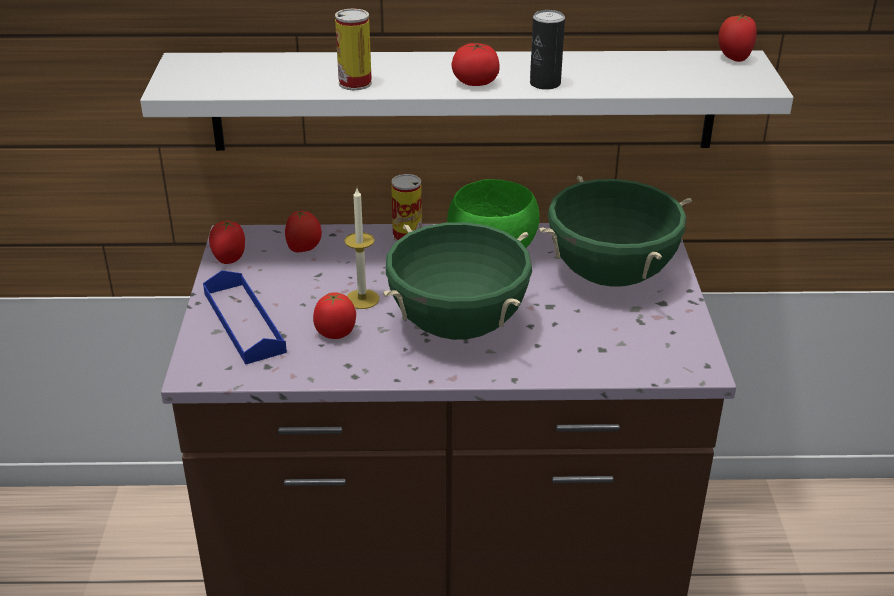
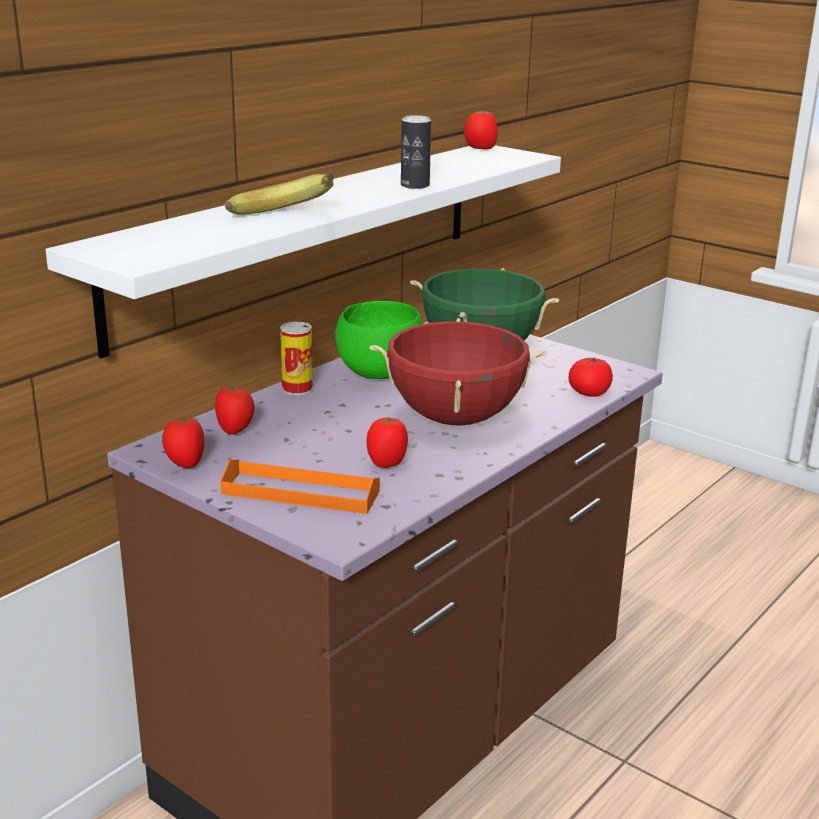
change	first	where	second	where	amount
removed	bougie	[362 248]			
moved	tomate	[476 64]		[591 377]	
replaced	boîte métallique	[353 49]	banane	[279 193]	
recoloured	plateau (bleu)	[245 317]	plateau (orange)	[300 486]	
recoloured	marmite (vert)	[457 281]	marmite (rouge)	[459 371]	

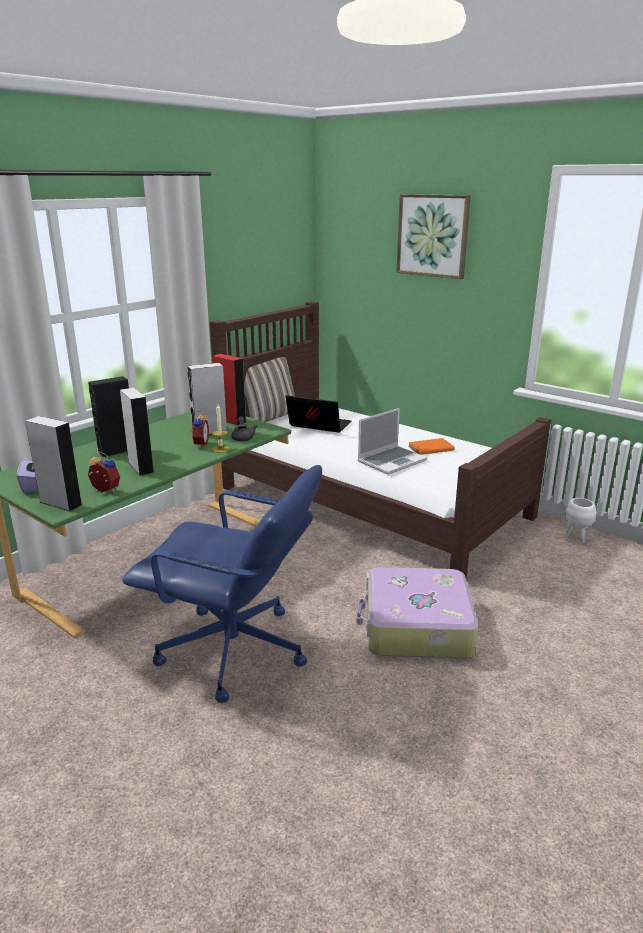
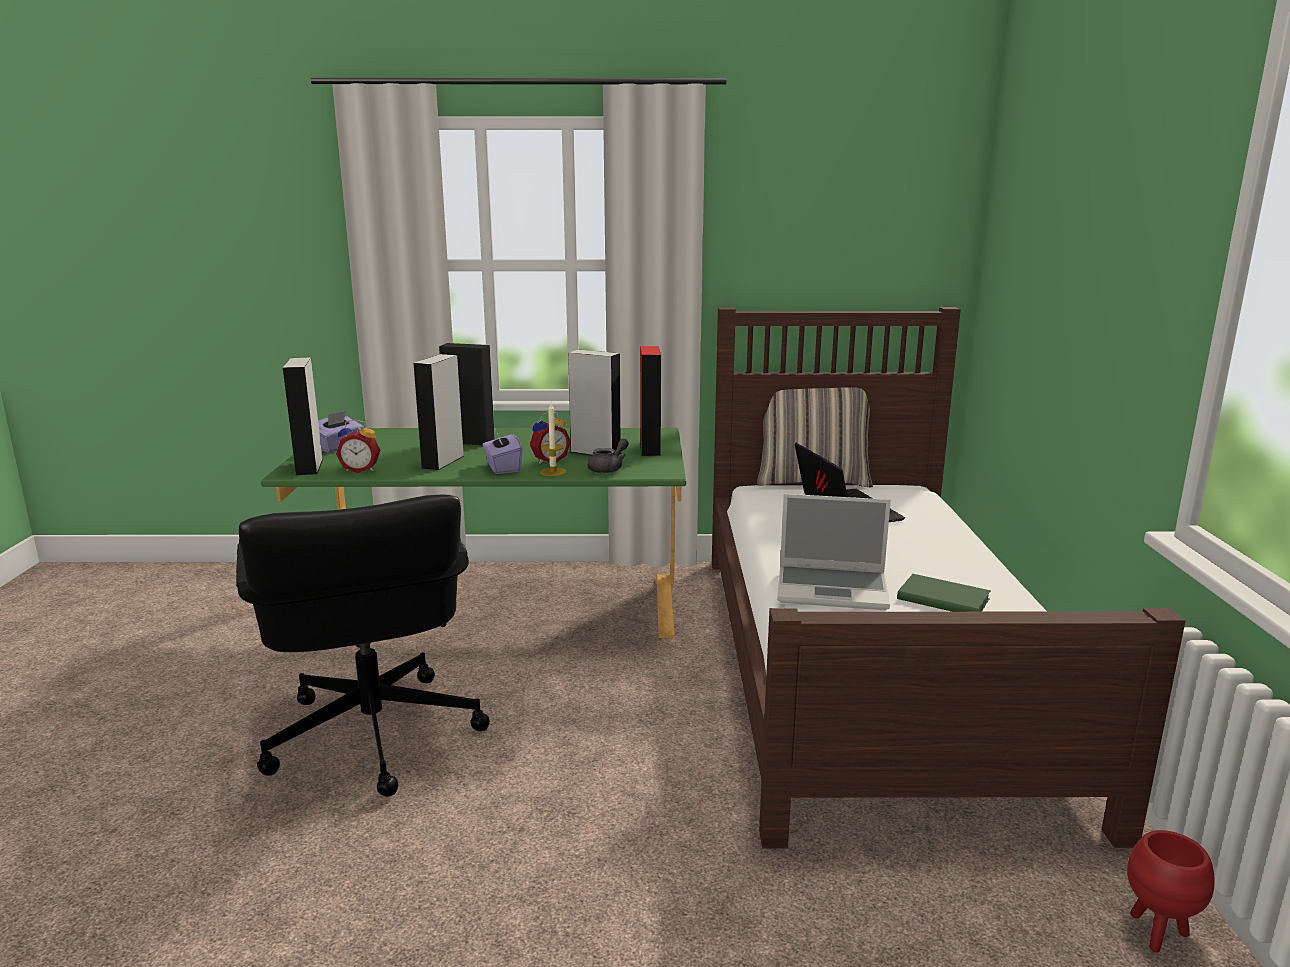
change	first	where	second	where	amount
removed	valise	[417 612]			
removed	tableau	[433 236]			
added			boîte à mouchoirs (violet)	[502 451]	
recoloured	chaise de bureau (bleu)	[222 584]	chaise de bureau (noir)	[363 646]	
recoloured	livre (orange)	[431 446]	livre (vert)	[944 593]	
recoloured	cache-pot (blanc)	[580 520]	cache-pot (rouge)	[1171 891]	
turned	réveil	[104 472]		[358 446]	105 degrees clockwise

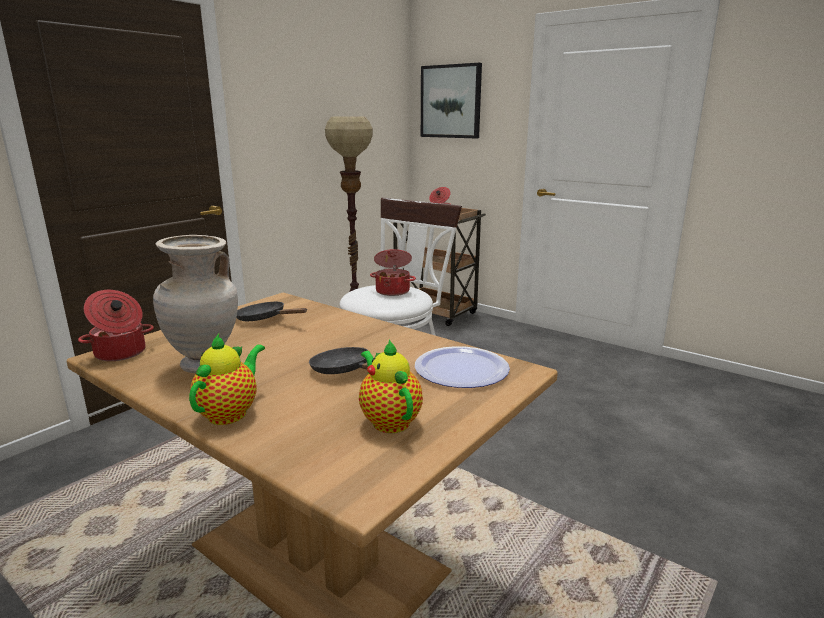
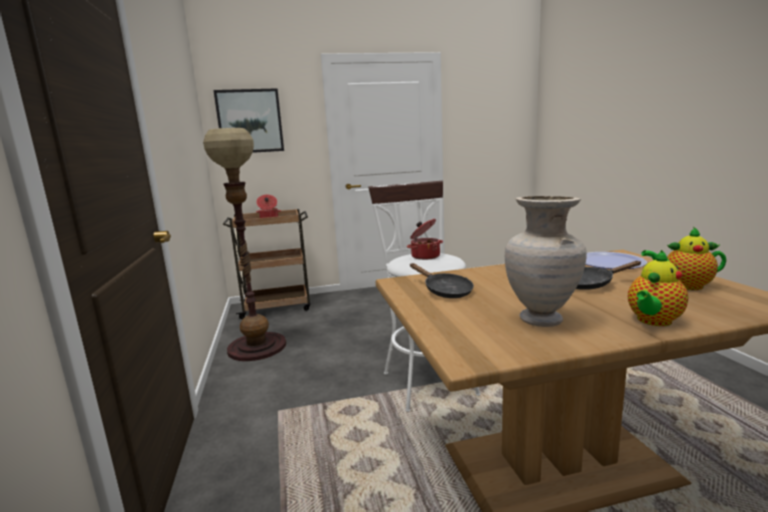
change	first	where	second	where	amount
removed	marmite	[116 325]			
turned	théière	[227 379]		[658 288]	105 degrees counterclockwise
turned	poêle (noir)	[271 311]		[442 280]	105 degrees counterclockwise

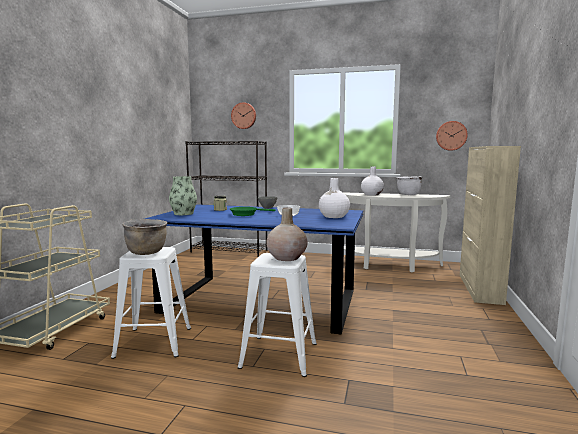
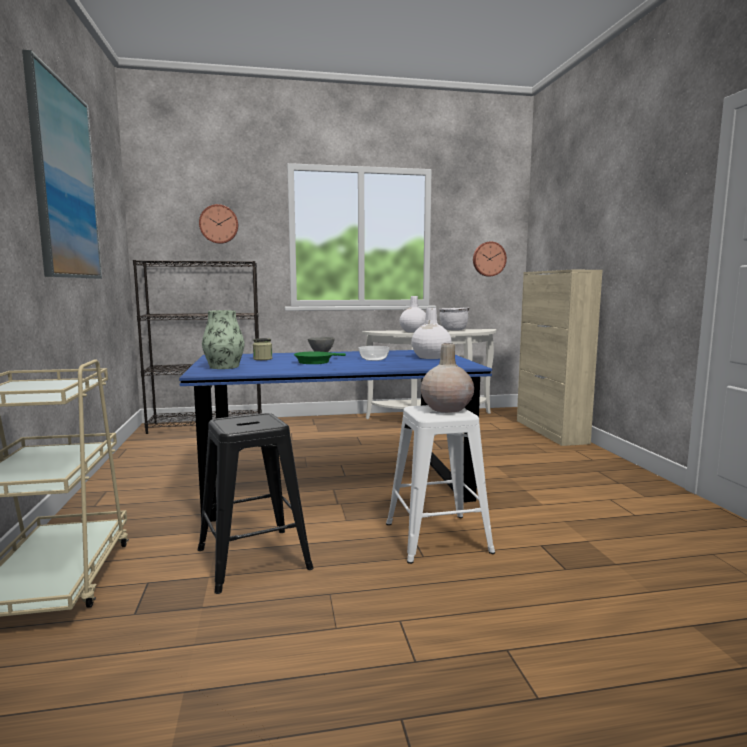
change	first	where	second	where	amount
removed	marmite (marron)	[144 237]			
added			tableau	[62 164]	
recoloured	tabouret (blanc)	[151 303]	tabouret (noir)	[256 503]	

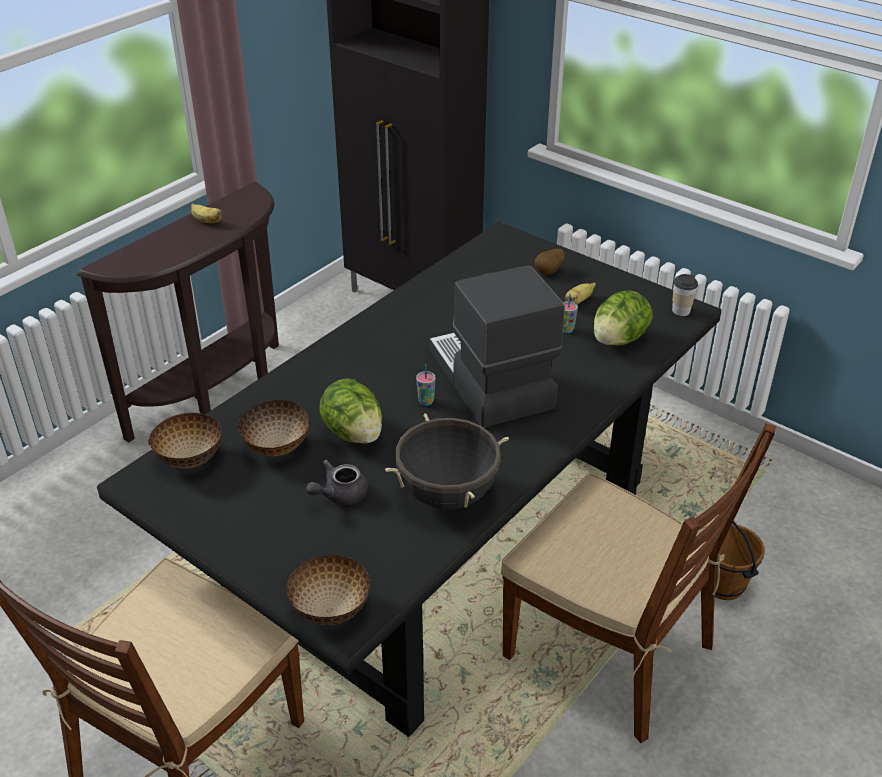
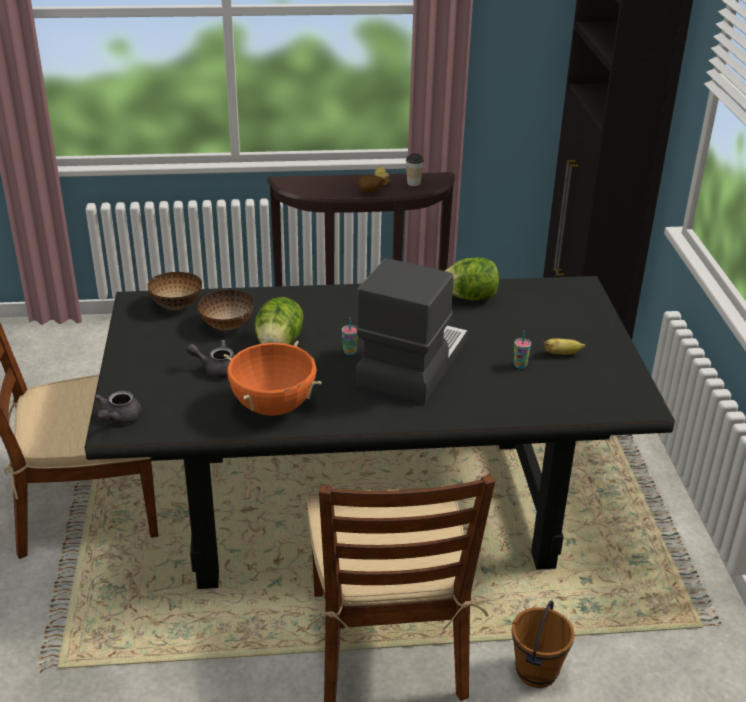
change	first	where	second	where	amount
moved	pomme de terre	[549 262]		[370 184]	
moved	laitue	[623 318]		[472 279]	
moved	tasse	[685 295]		[415 170]	
replaced	bol	[328 590]	théière (gris)	[118 407]	
recoloured	marmite (noir)	[447 461]	marmite (orange)	[273 378]	

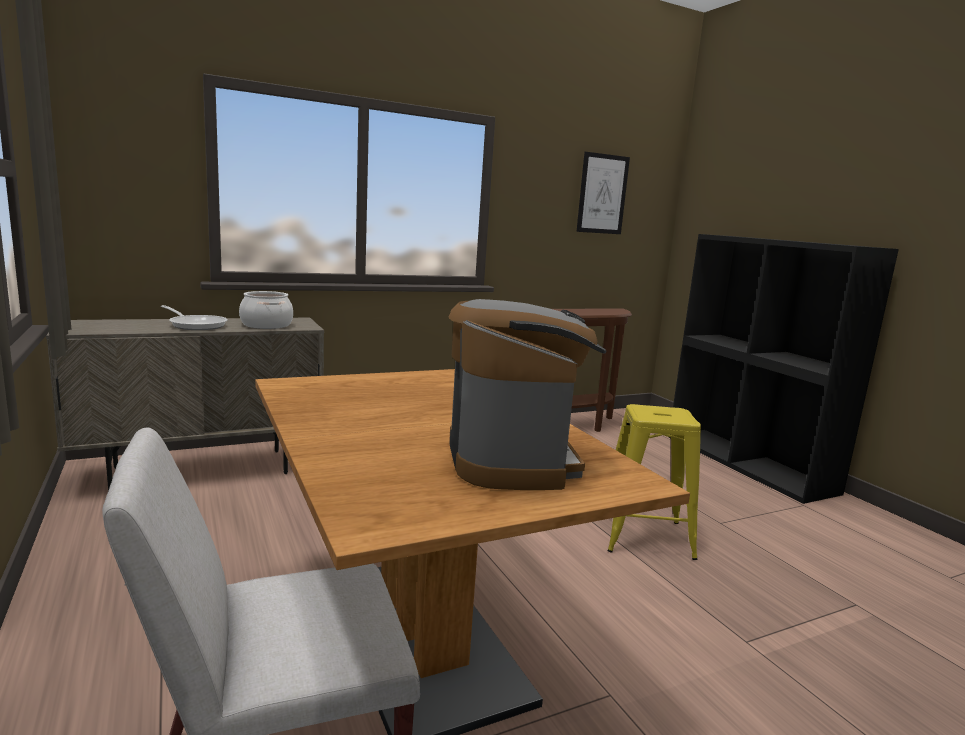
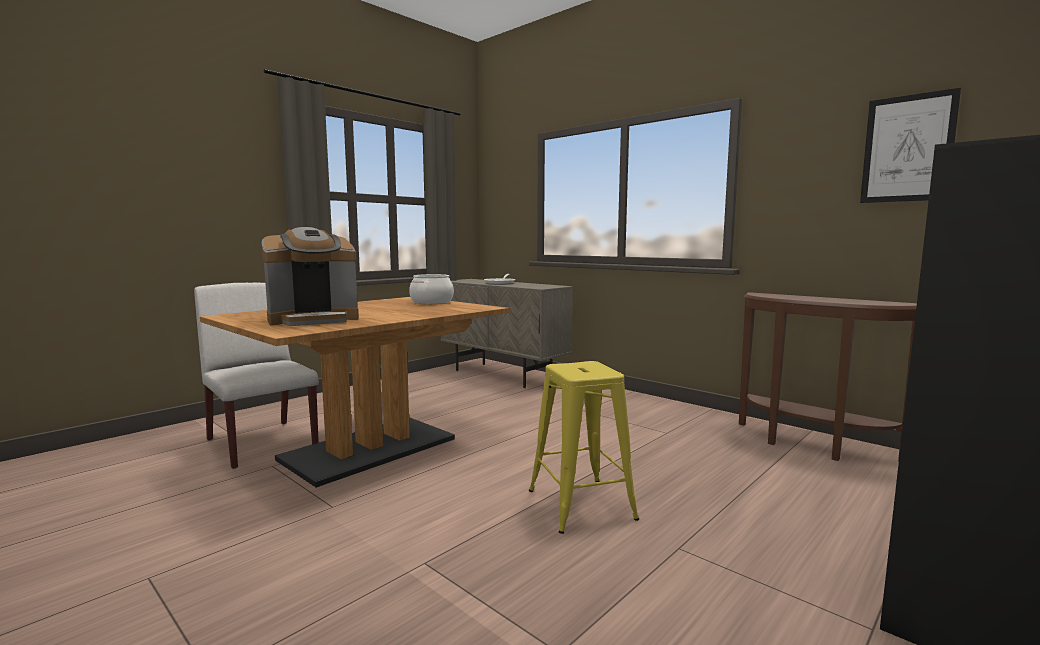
change	first	where	second	where	amount
moved	marmite	[266 310]		[431 289]	

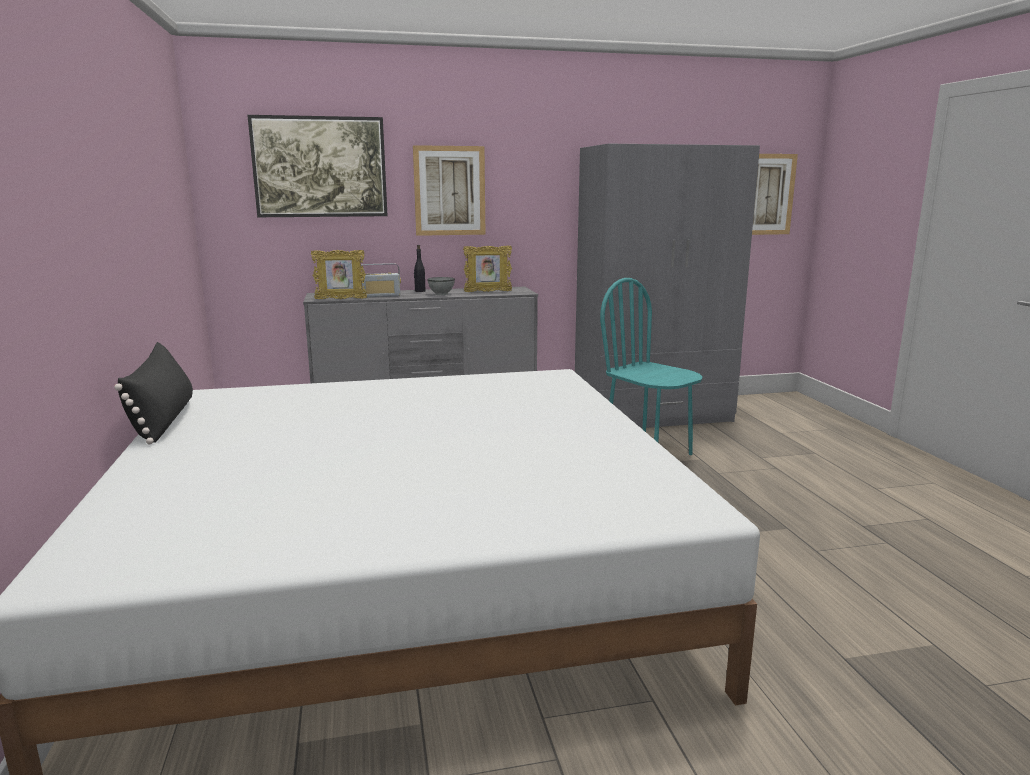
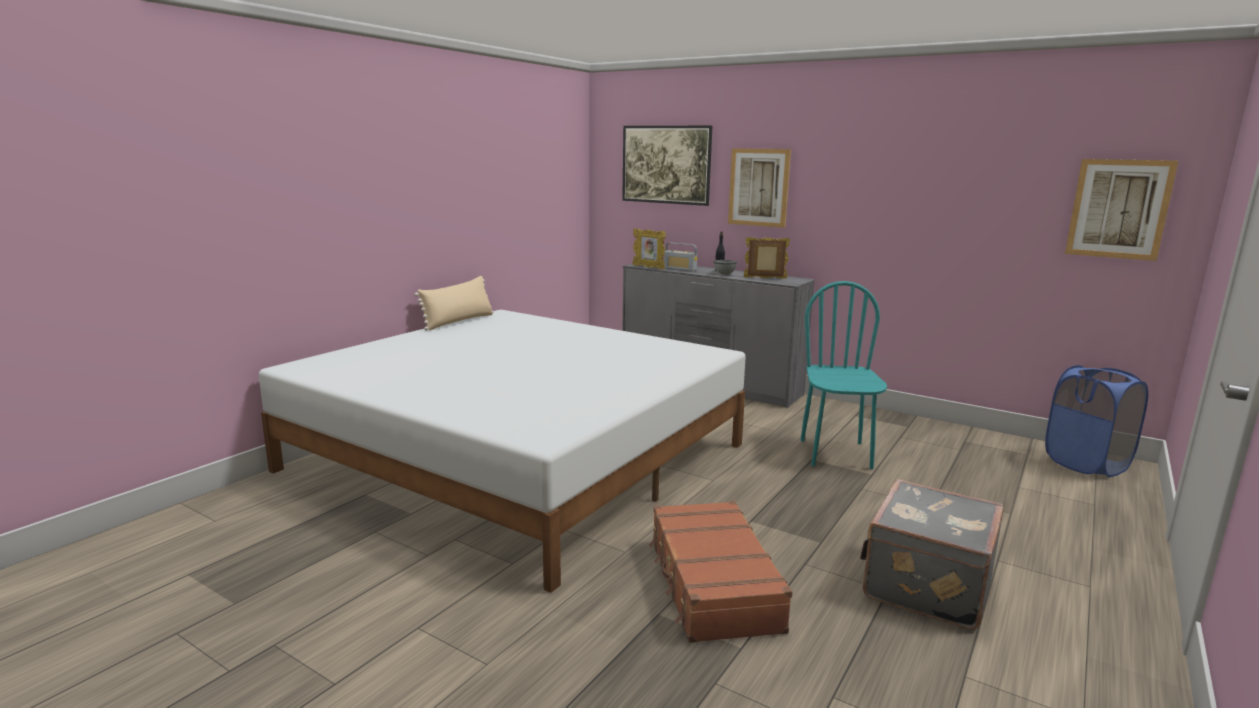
change	first	where	second	where	amount
removed	armoire (gris)	[667 286]			
added			valise (marron)	[721 572]	
added			valise (gris)	[932 554]	
added			panier à linge (bleu)	[1096 421]	
recoloured	coussin (noir)	[153 393]	coussin (beige)	[454 303]	
turned	cadre photo	[487 268]		[767 257]	150 degrees clockwise

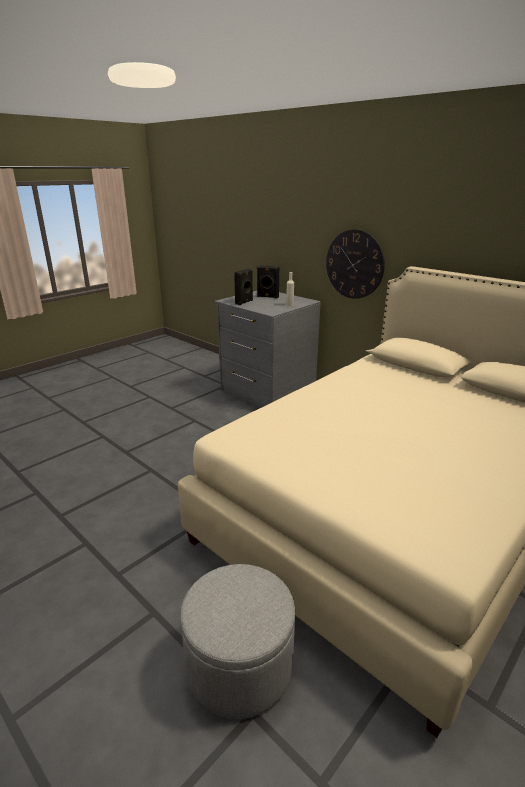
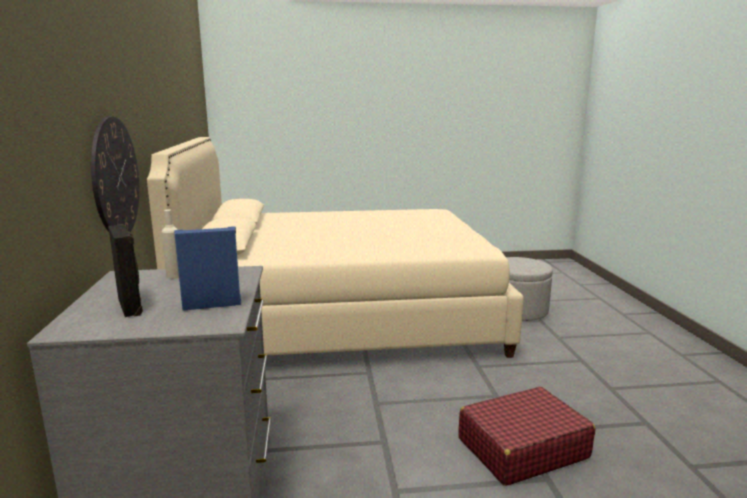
change	first	where	second	where	amount
added			valise (rouge)	[526 436]	
recoloured	enceinte (noir)	[243 287]	enceinte (bleu)	[207 268]	

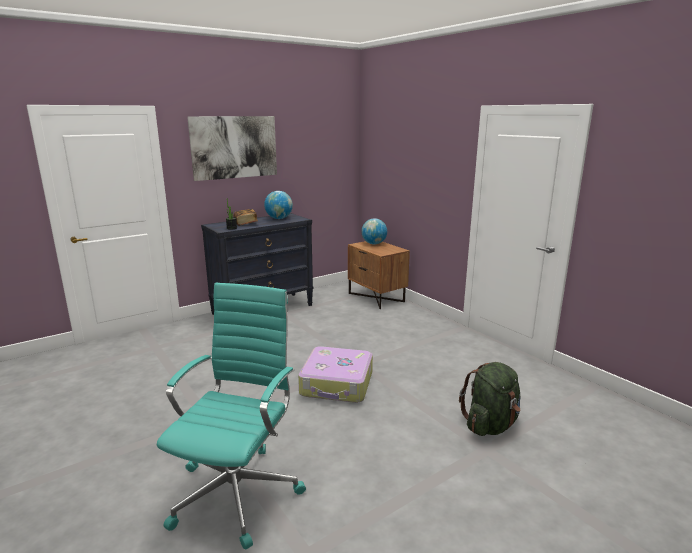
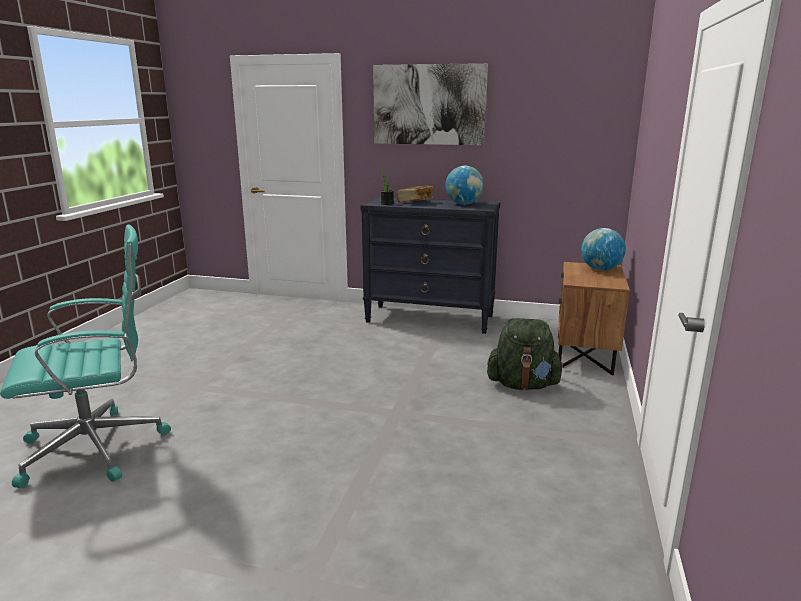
change	first	where	second	where	amount
removed	valise	[335 374]			
moved	sac à dos (vert)	[490 399]		[525 354]	

